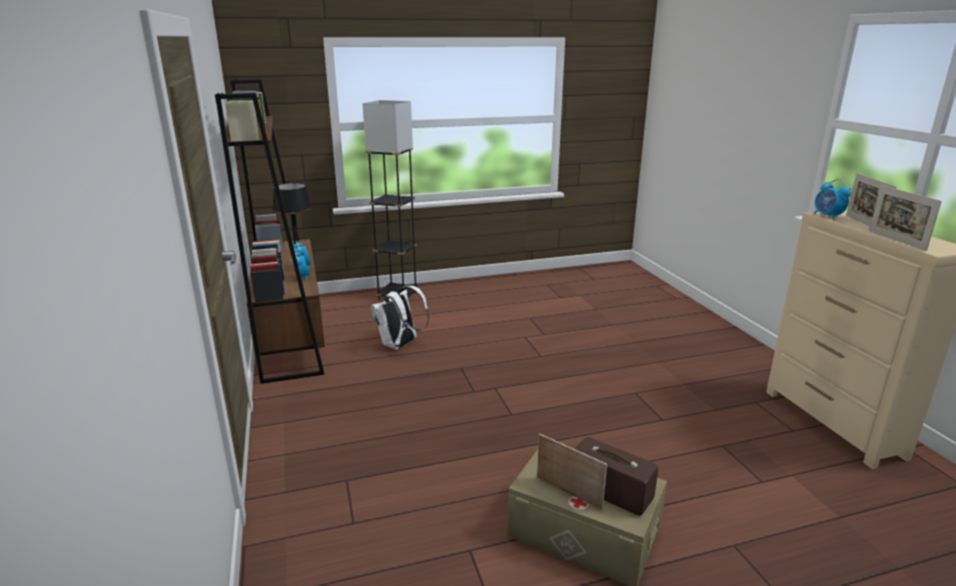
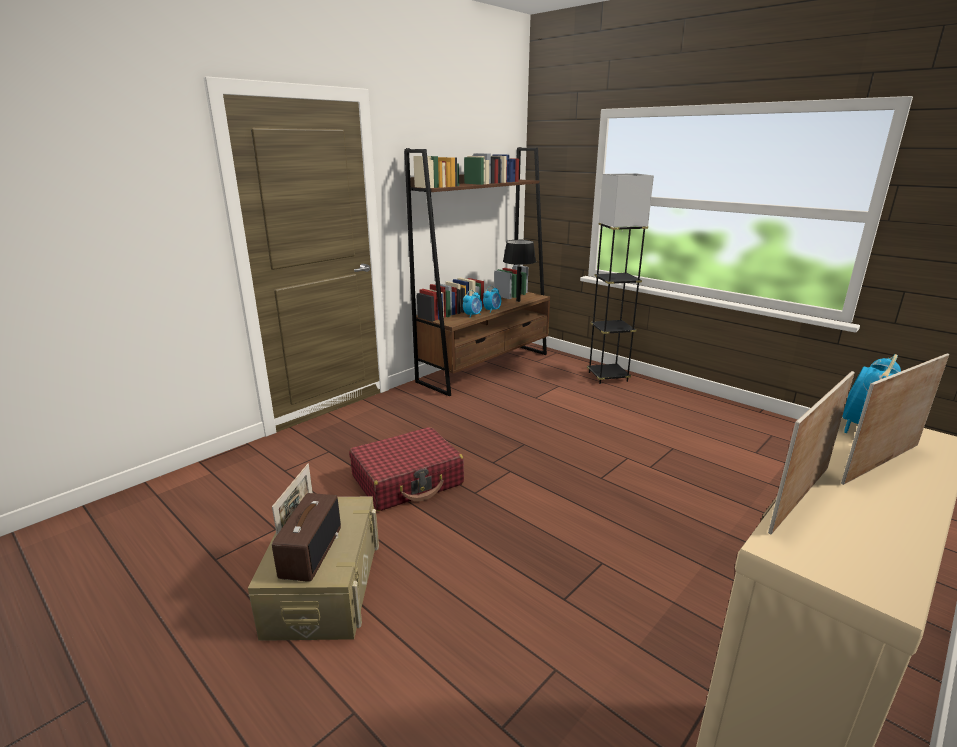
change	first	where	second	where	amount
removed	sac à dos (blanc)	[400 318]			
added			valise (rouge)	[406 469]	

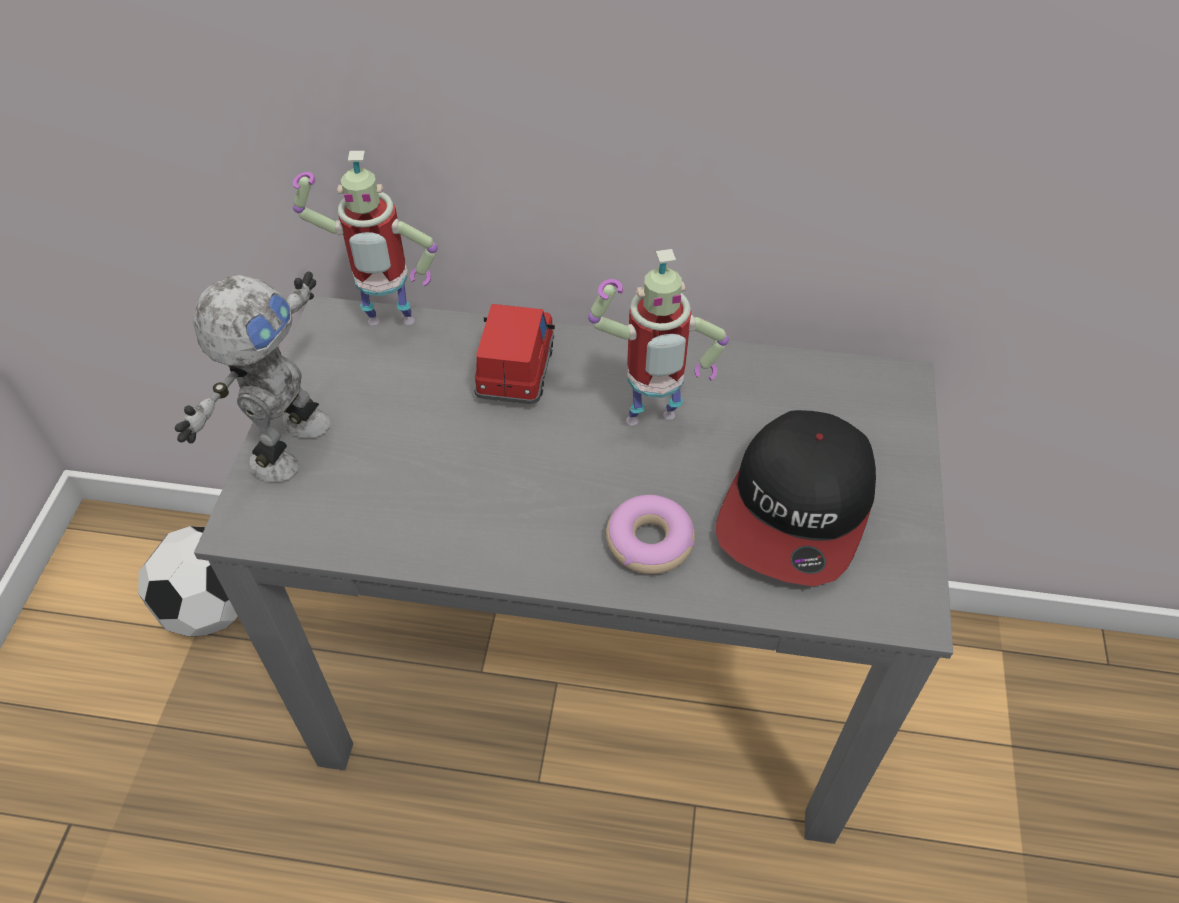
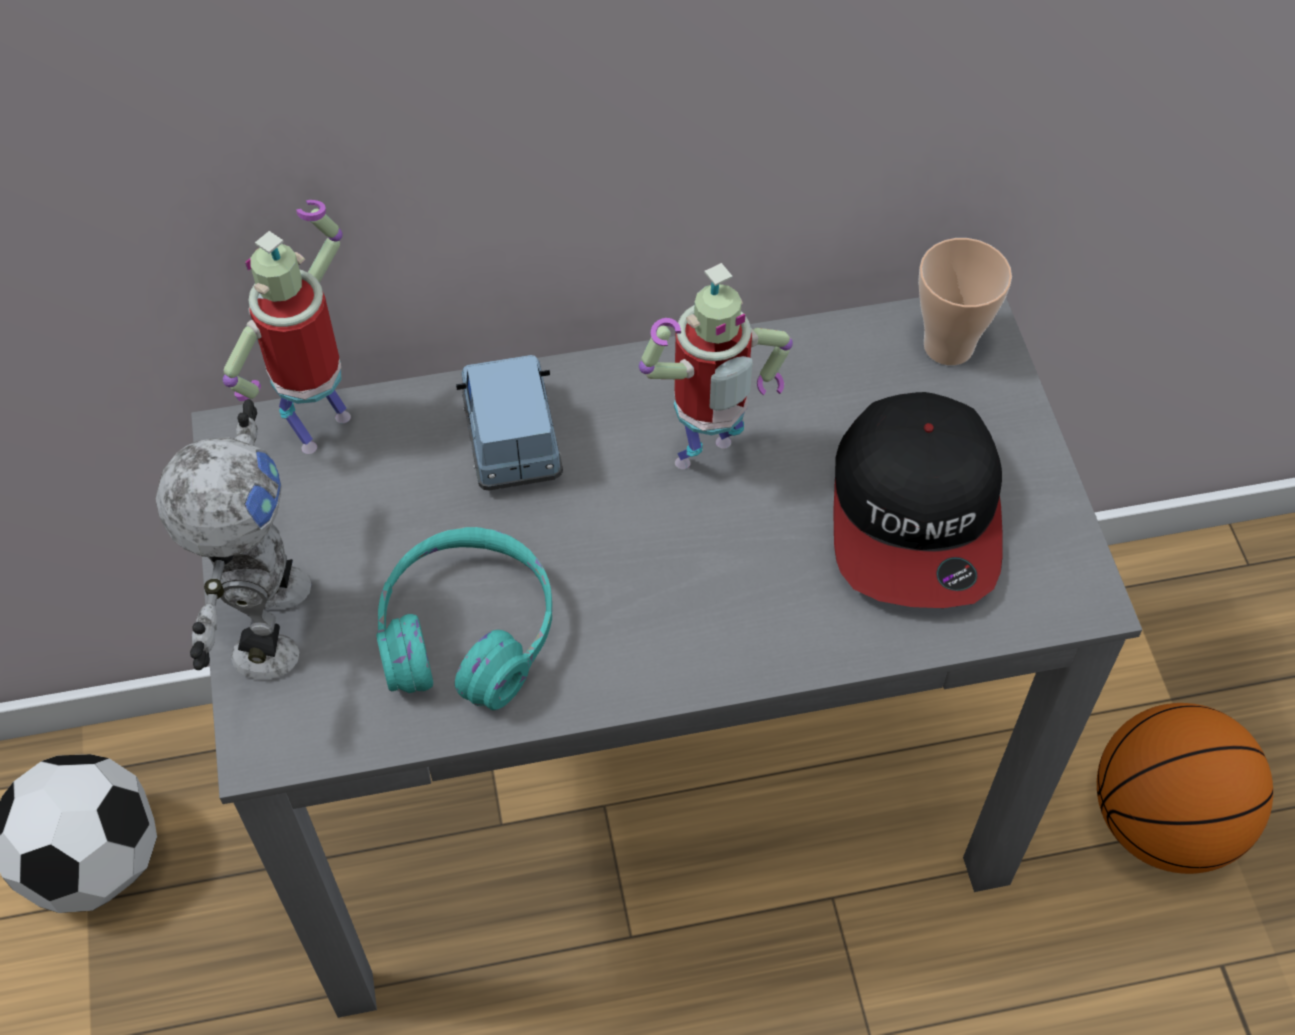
change	first	where	second	where	amount
removed	beignet	[650 534]			
added			casque audio (turquoise)	[464 618]	
added			tasse	[965 301]	
added			ballon de basket	[1185 788]	
recoloured	petite voiture (rouge)	[514 354]	petite voiture (bleu)	[509 422]	
turned	robot jouet	[365 238]		[287 327]	150 degrees clockwise

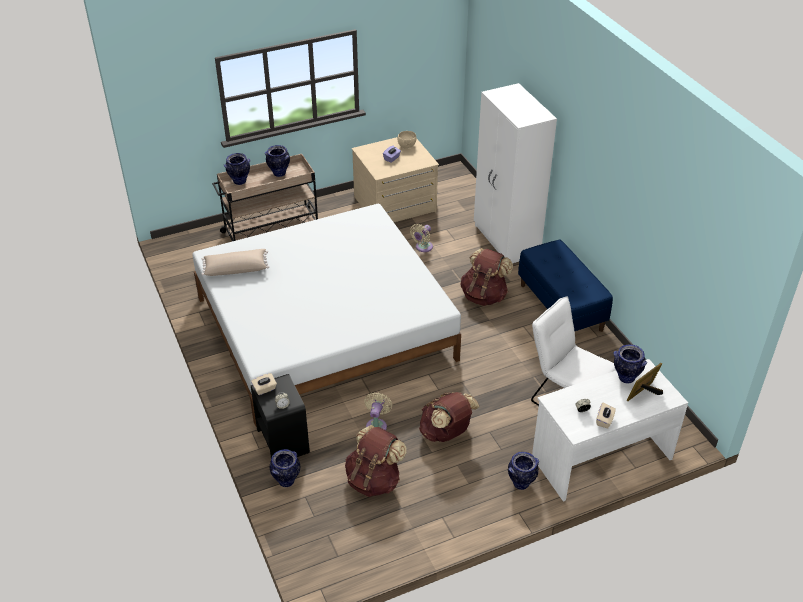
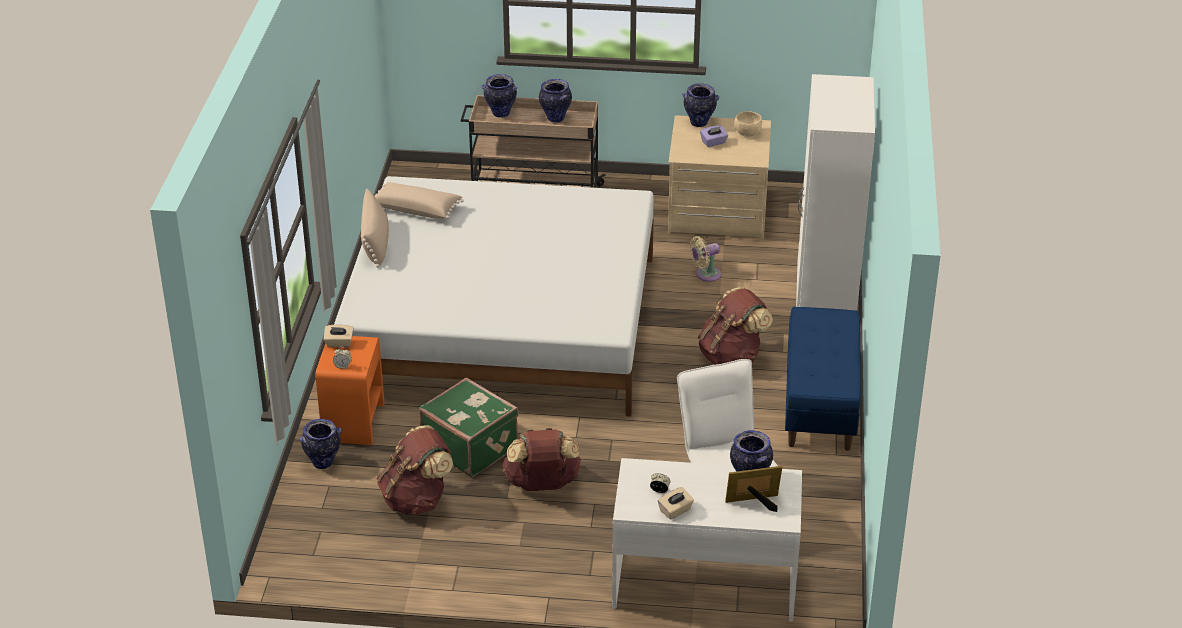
change	first	where	second	where	amount
added			coussin (beige)	[375 228]	
moved	vase	[523 471]		[700 105]	
replaced	ventilateur (beige)	[378 411]	valise (vert)	[469 427]	
recoloured	table de chevet (noir)	[280 416]	table de chevet (orange)	[349 390]	

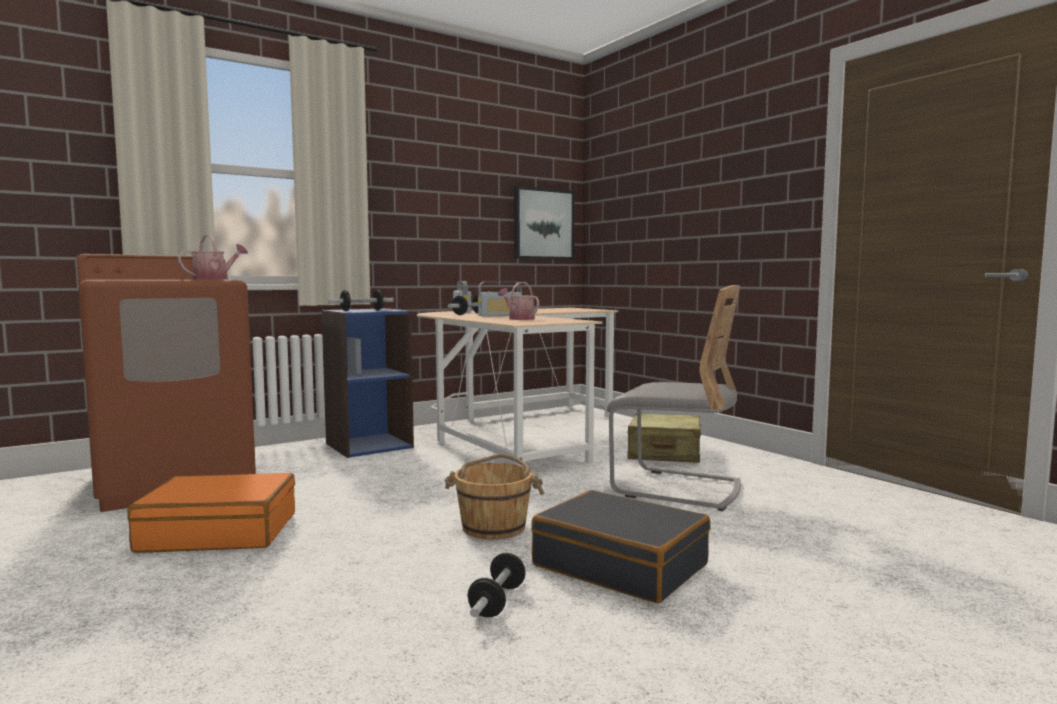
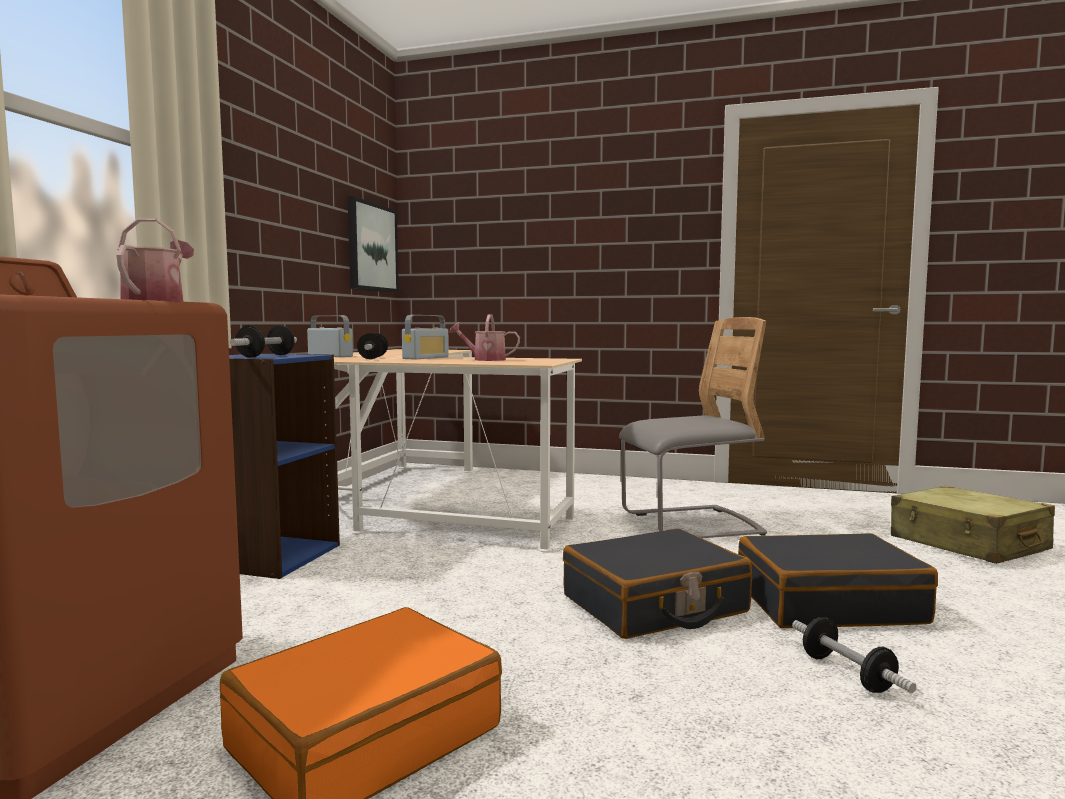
change	first	where	second	where	amount
moved	valise (beige)	[664 438]		[973 525]	
replaced	seau (marron)	[494 496]	valise (noir)	[657 584]	

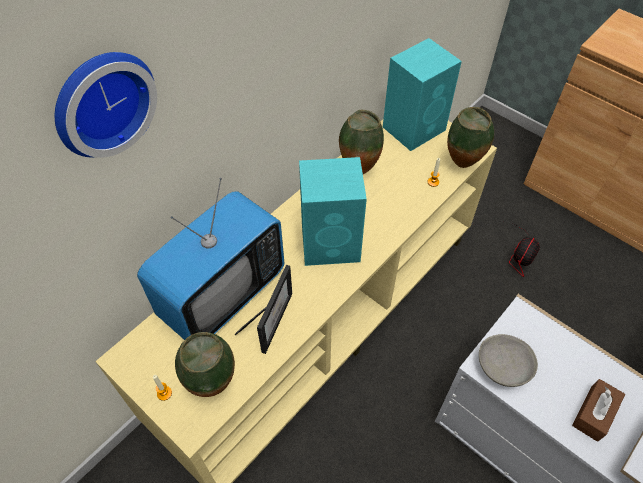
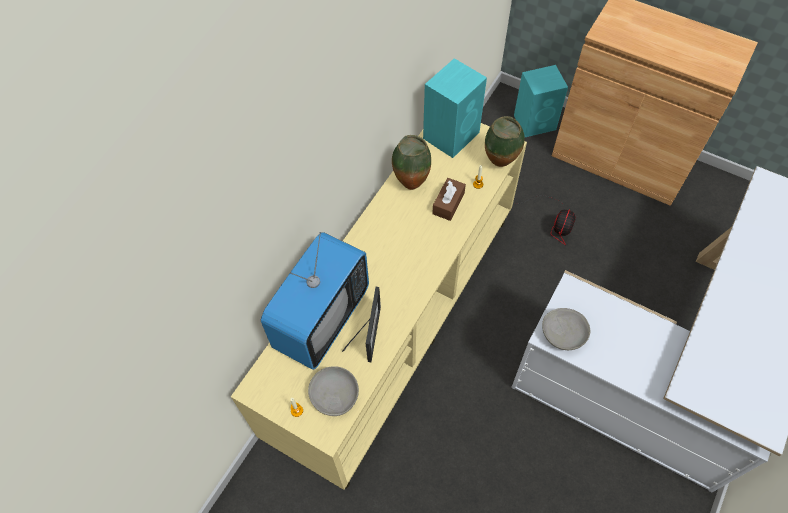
change	first	where	second	where	amount
removed	horloge murale	[106 105]			
moved	enceinte (turquoise)	[333 211]		[541 101]	
moved	boîte à mouchoirs (marron)	[598 410]		[449 199]	
replaced	vase	[205 364]	bol (gris)	[333 391]	

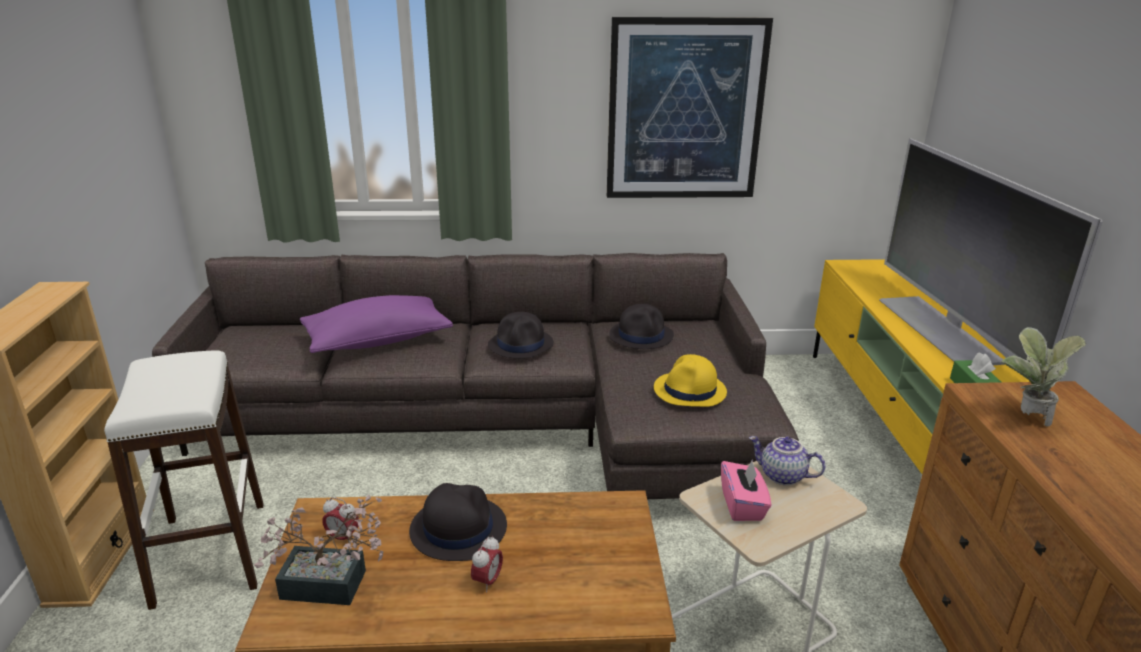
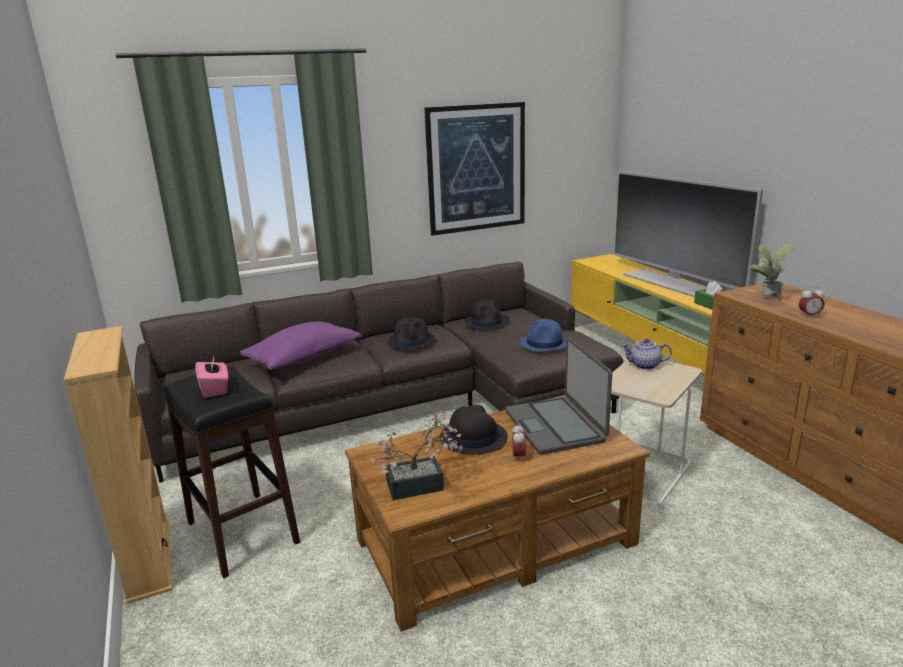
change	first	where	second	where	amount
added			ordinateur portable	[558 396]	
moved	réveil	[340 520]		[811 302]	
moved	boîte à mouchoirs (rose)	[746 490]		[211 377]	
recoloured	tabouret (blanc)	[184 480]	tabouret (noir)	[232 472]	
recoloured	chapeau (jaune)	[690 380]	chapeau (bleu)	[543 335]	

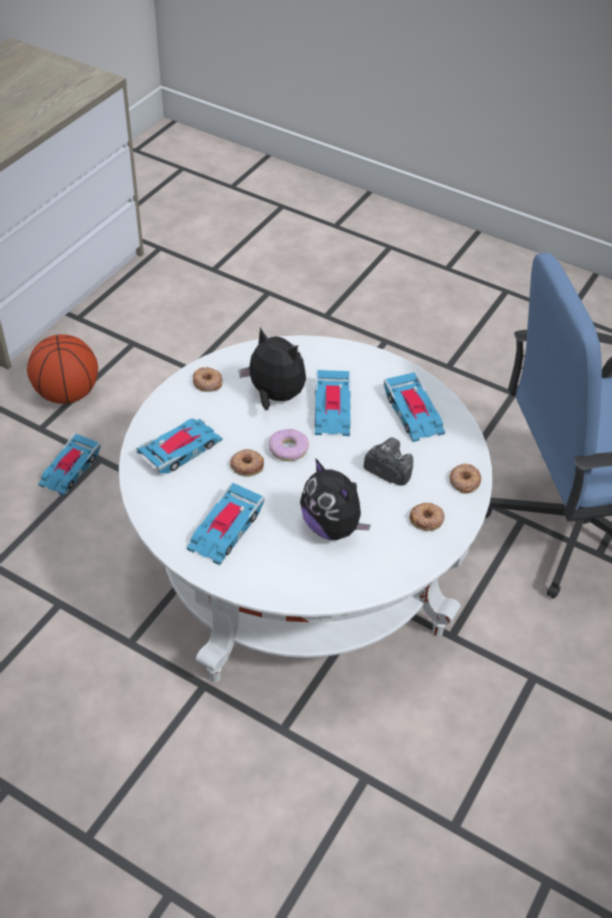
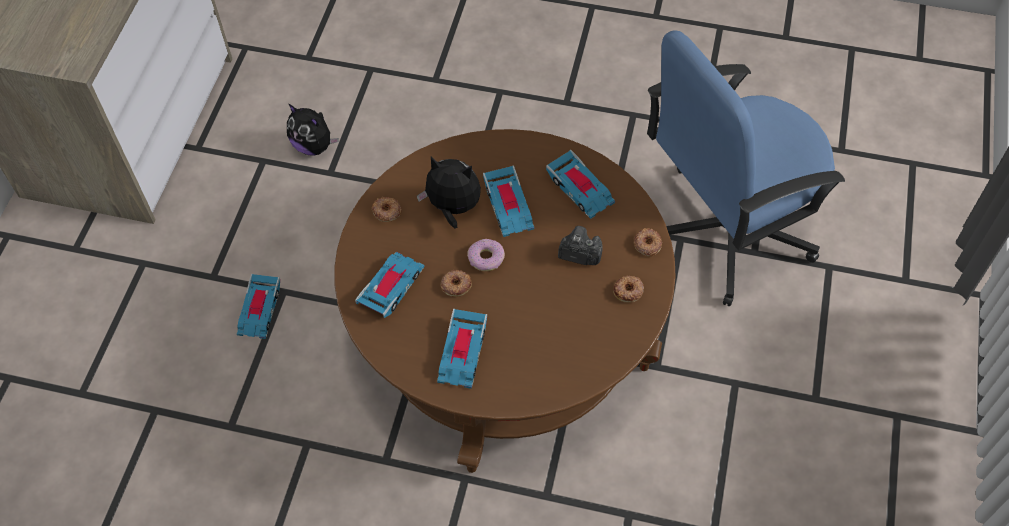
change	first	where	second	where	amount
removed	ballon de basket	[62 369]			
moved	peluche	[335 499]		[313 130]	
recoloured	table basse (blanc)	[305 508]	table basse (marron)	[505 301]	

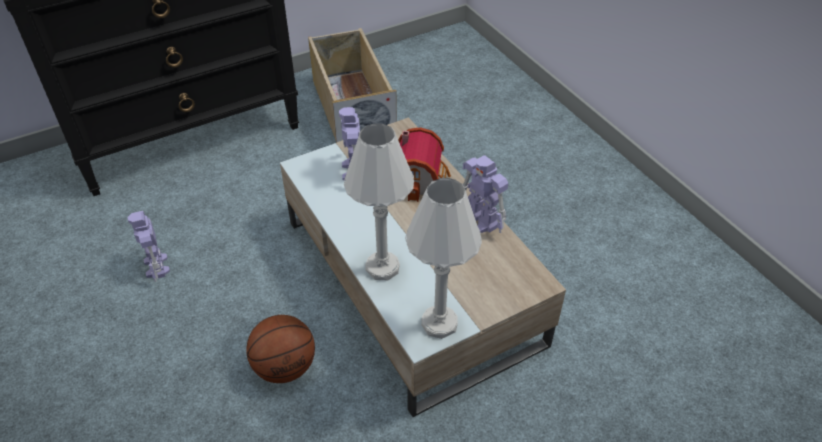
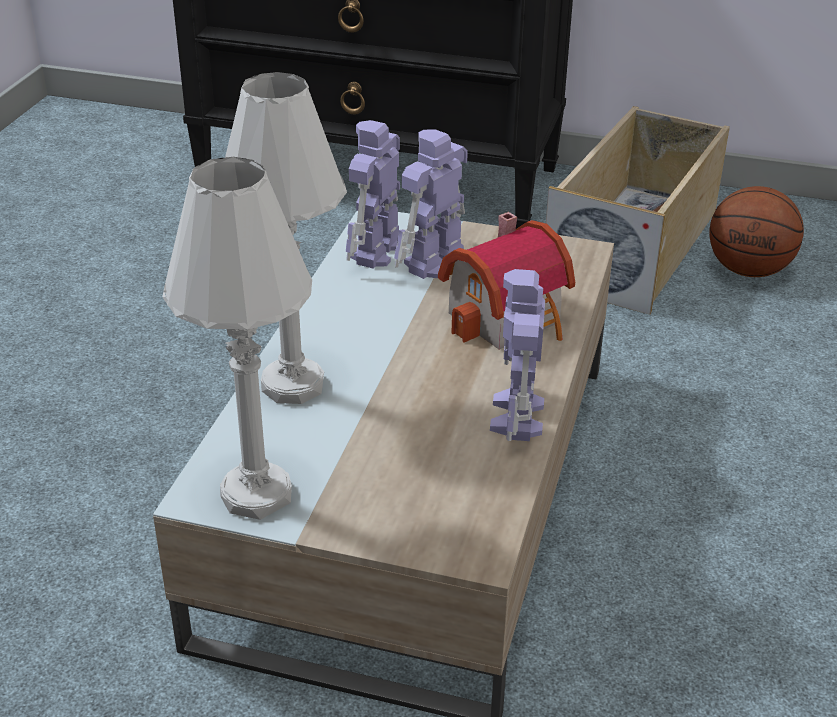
change	first	where	second	where	amount
moved	robot jouet	[148 246]		[373 194]	
moved	ballon de basket	[280 349]		[756 231]	

